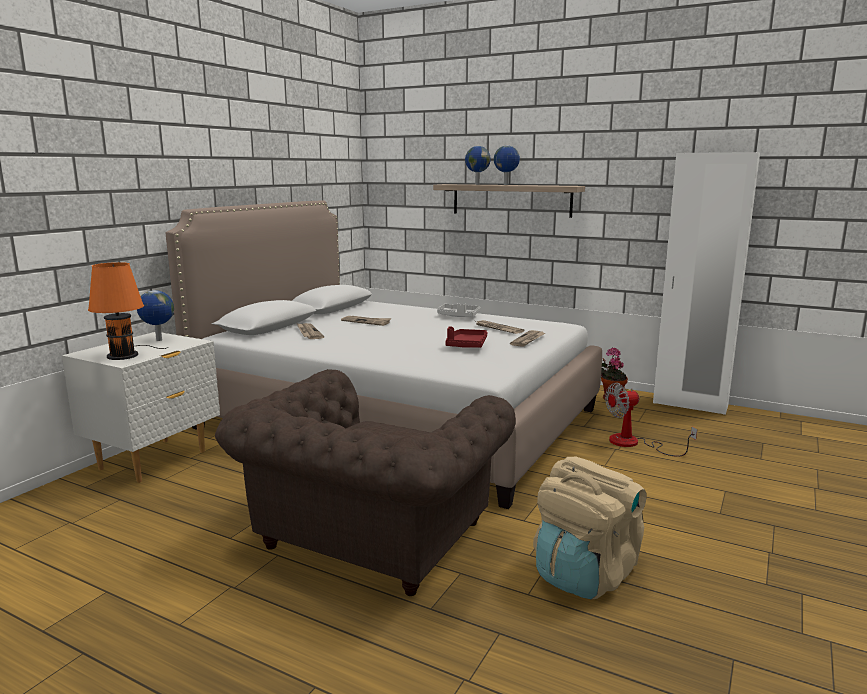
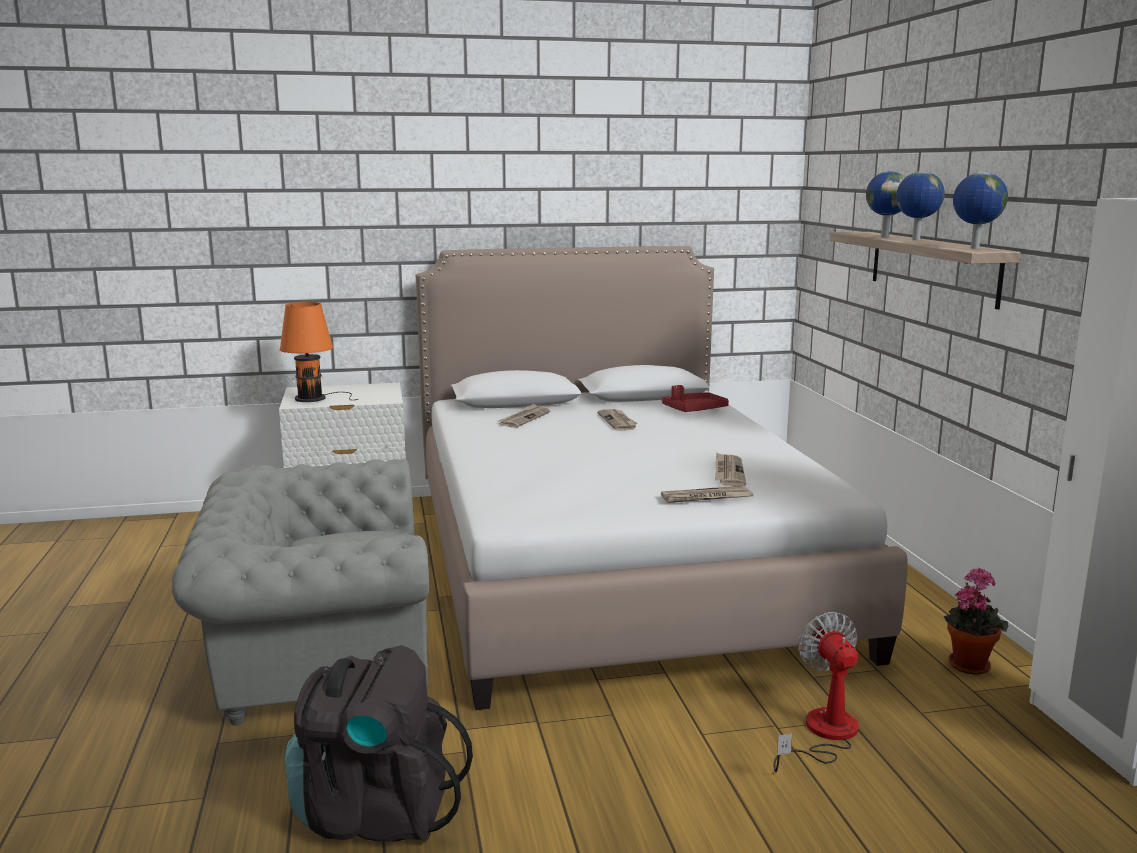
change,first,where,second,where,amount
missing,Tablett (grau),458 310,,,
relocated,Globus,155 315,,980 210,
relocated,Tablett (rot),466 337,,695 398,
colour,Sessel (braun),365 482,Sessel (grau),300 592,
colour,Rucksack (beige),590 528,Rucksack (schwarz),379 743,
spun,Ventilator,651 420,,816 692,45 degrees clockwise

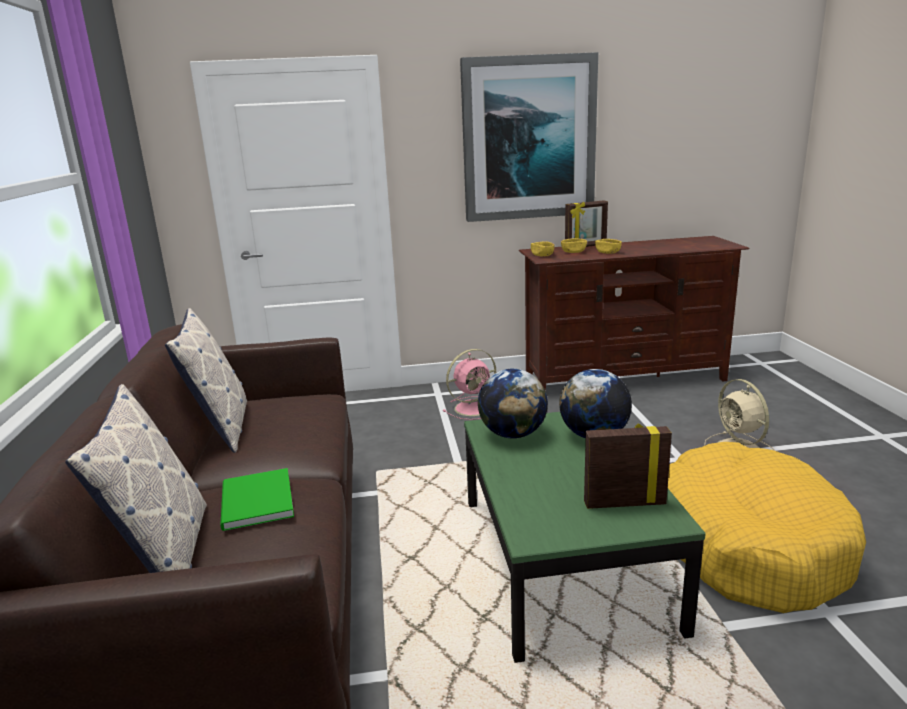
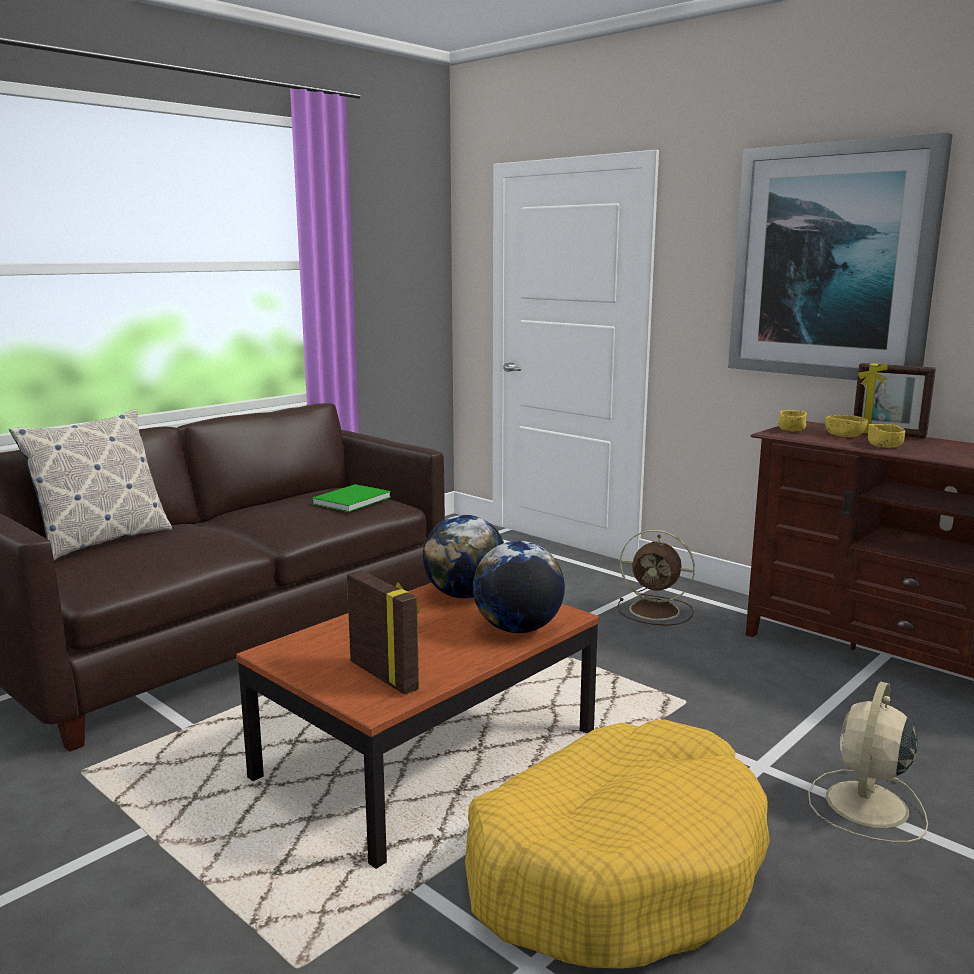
change,first,where,second,where,amount
missing,Kissen,206 380,,,
relocated,Buch (grün),257 499,,351 498,
colour,Ventilator (rosa),469 384,Ventilator (braun),656 578,
colour,Couchtisch (grün),585 537,Couchtisch (braun),417 726,

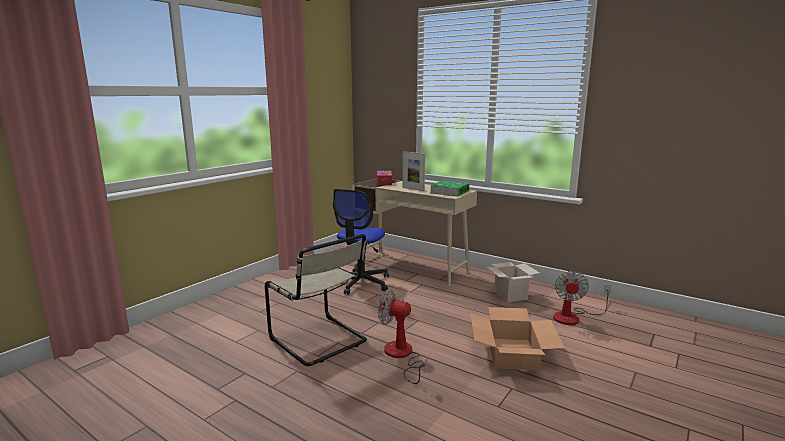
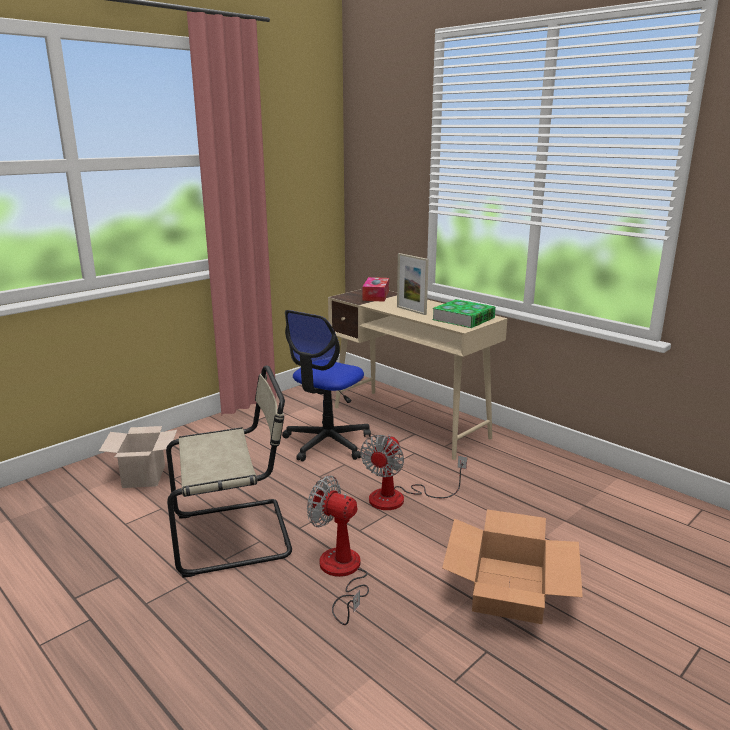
change,first,where,second,where,amount
relocated,Karton,513 282,,138 457,
relocated,Ventilator,582 298,,413 472,
spun,Stuhl (beige),316 300,,229 471,75 degrees counterclockwise

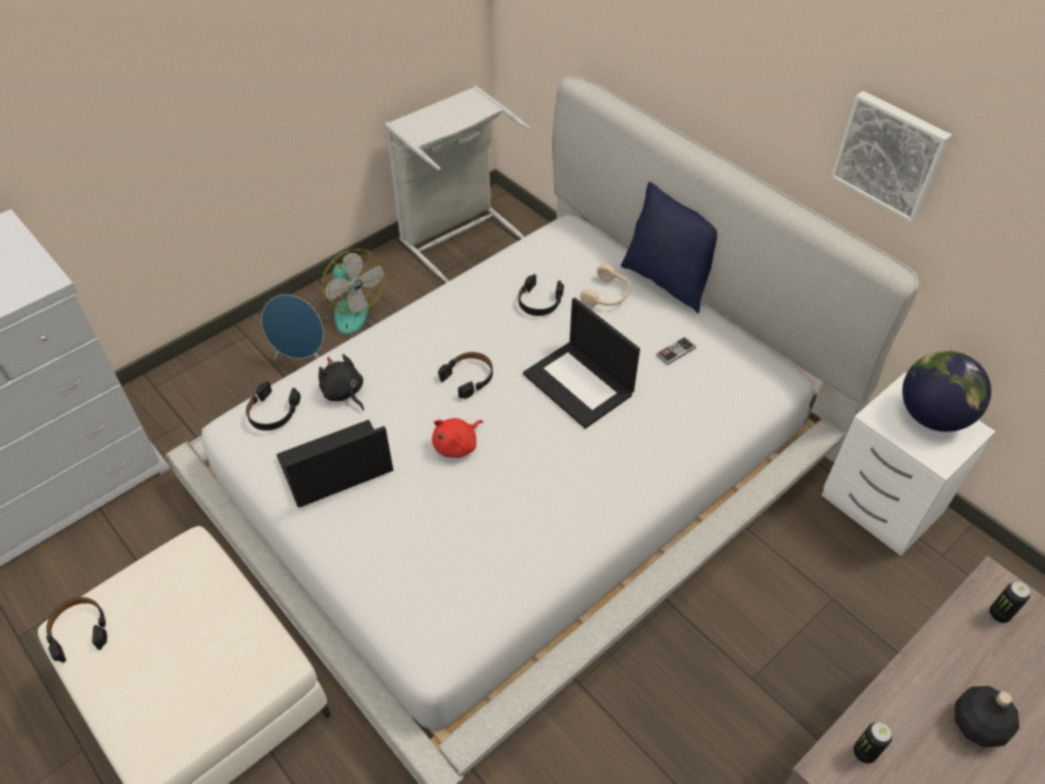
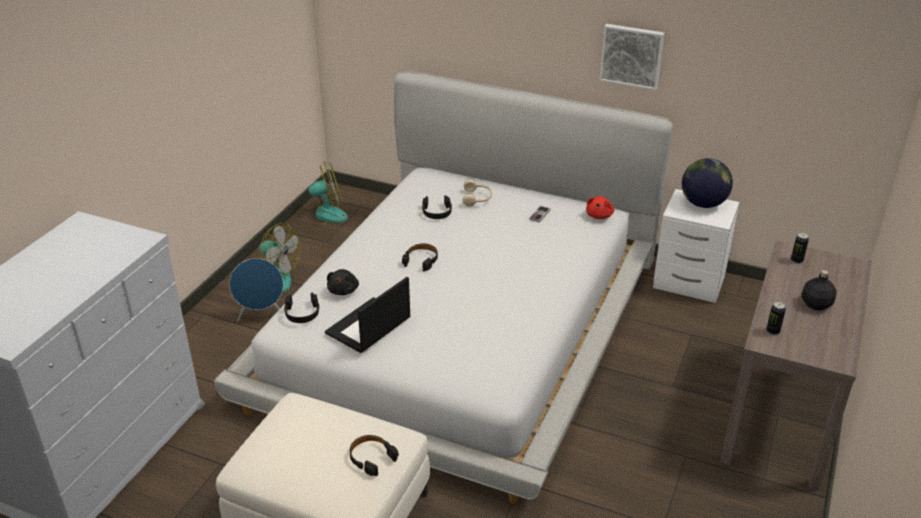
change,first,where,second,where,amount
missing,Laptop,581 363,,,
missing,Kissen (blau),669 248,,,
relocated,Kopfhörer (schwarz),76 630,,374 455,
relocated,Plüschtier (rot),457 438,,600 207,
exchanged,Wäschekorb (grau),457 184,Ventilator,323 197,
spun,Plüschtier (schwarz),341 382,,343 282,105 degrees counterclockwise

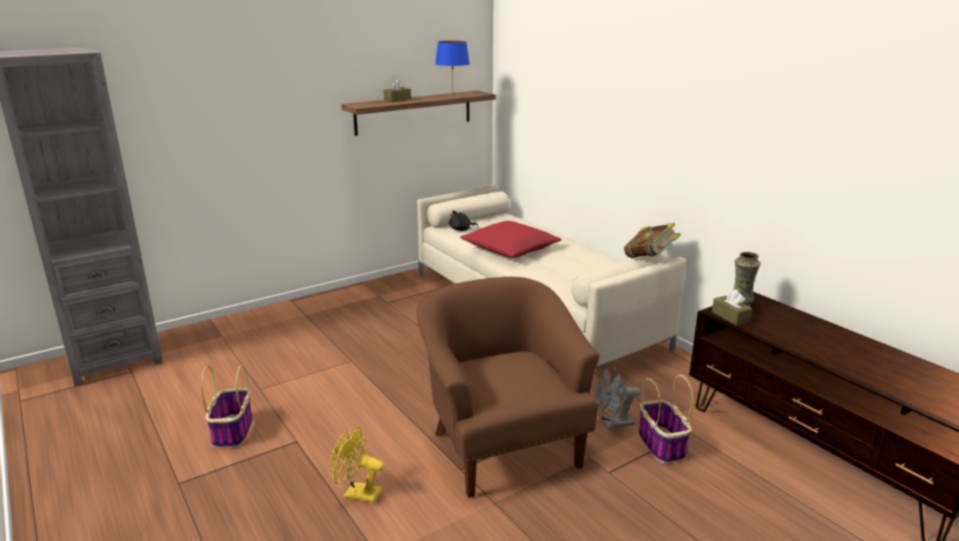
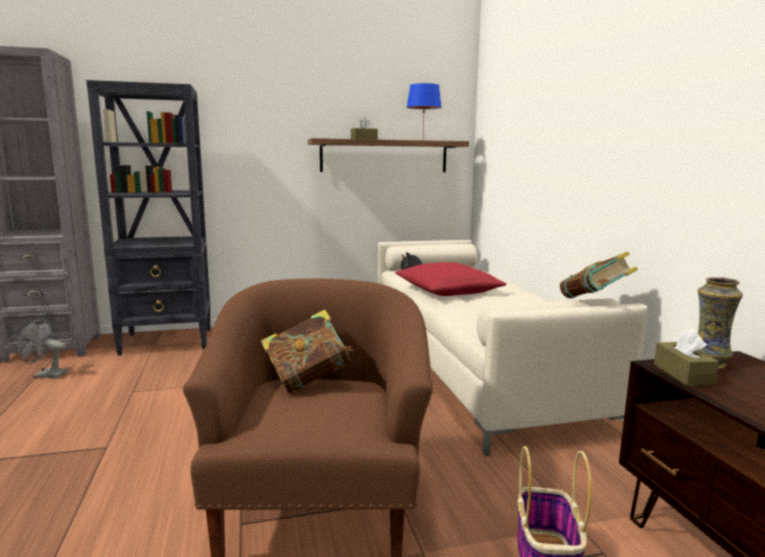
change,first,where,second,where,amount
missing,Korb,227 406,,,
missing,Ventilator (gelb),357 465,,,
appeared,,,Bücherregal (schwarz),148 217,
appeared,,,Buch,308 352,
relocated,Ventilator (grau),617 397,,42 348,

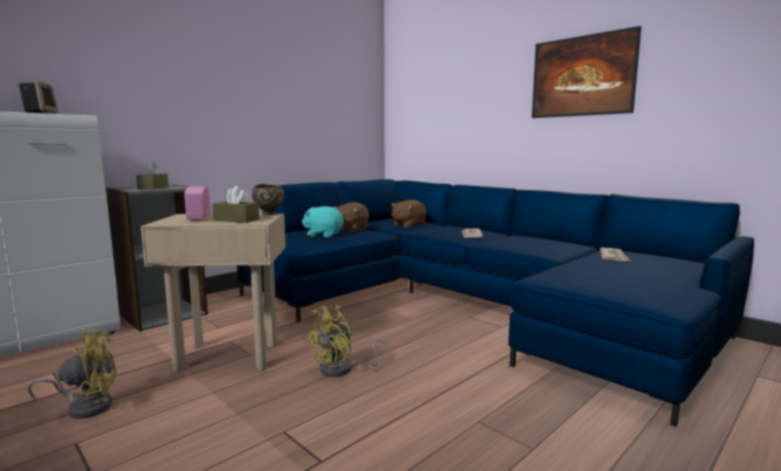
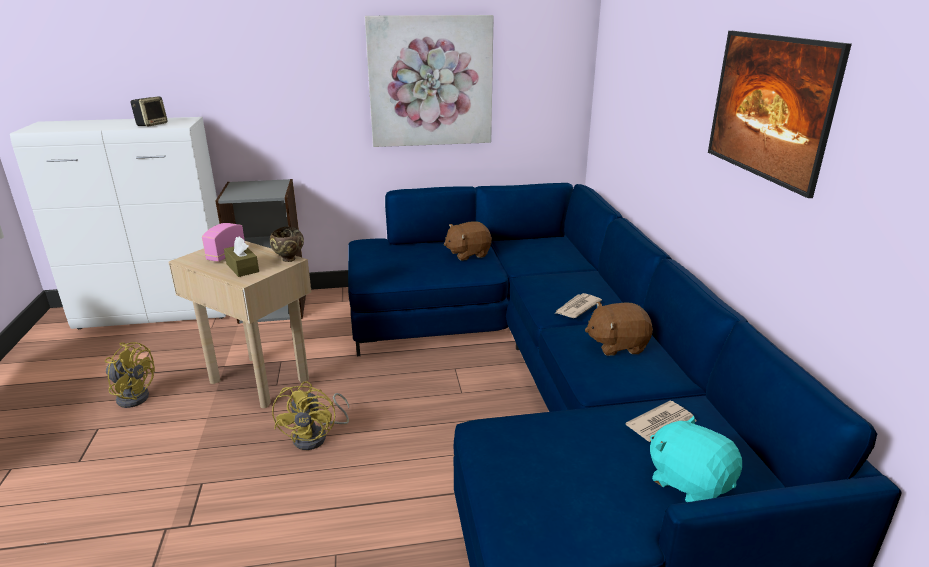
change,first,where,second,where,amount
missing,Taschentuchbox (braun),152 175,,,
appeared,,,Bild,429 81,
relocated,Plüschtier (türkis),323 222,,696 459,
relocated,Plüschtier (braun),409 214,,619 329,
spun,Ventilator (gelb),348 341,,310 415,75 degrees counterclockwise

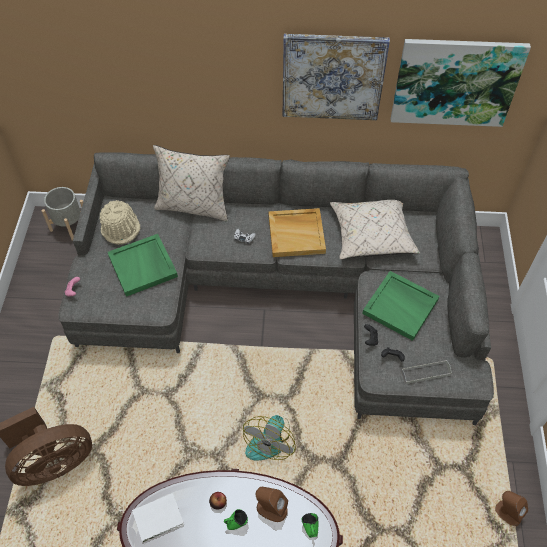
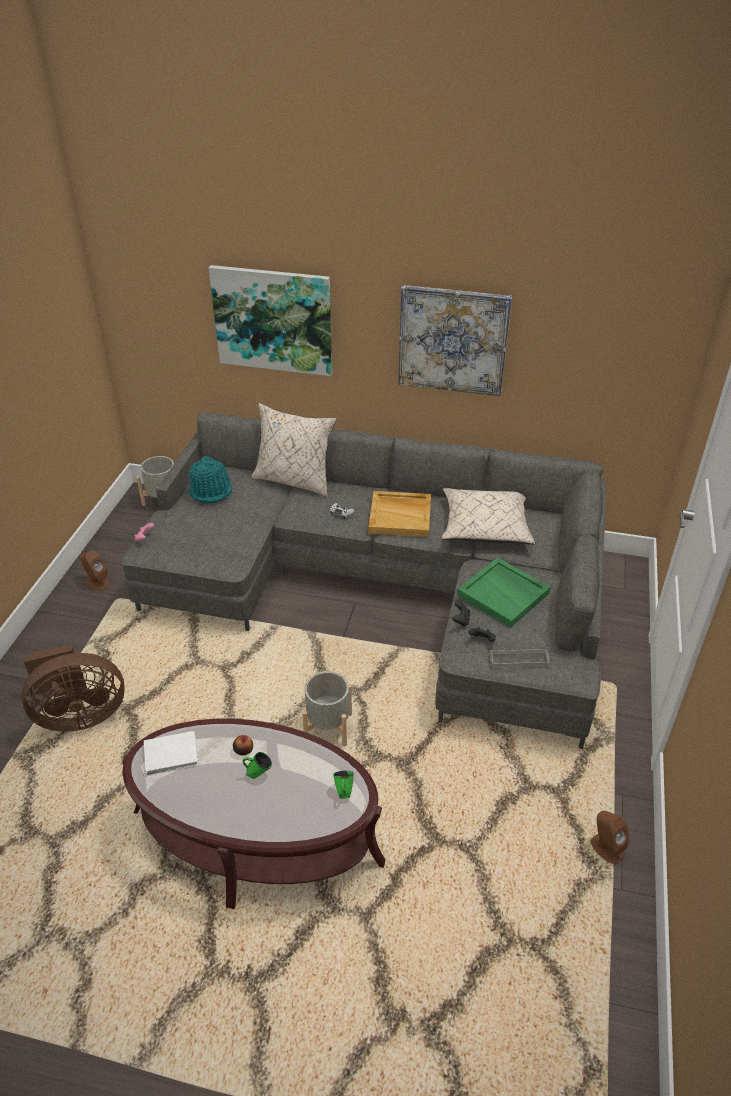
change,first,where,second,where,amount
missing,Tablett (grün),143 265,,,
relocated,Lautsprecher (braun),272 504,,95 570,
relocated,Bild,461 83,,270 320,
exchanged,Ventilator,269 438,Pflanzkübel (grau),327 708,
colour,Hut (beige),120 222,Hut (türkis),210 479,

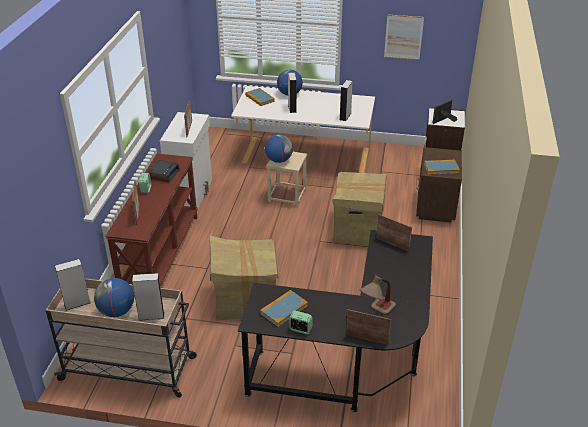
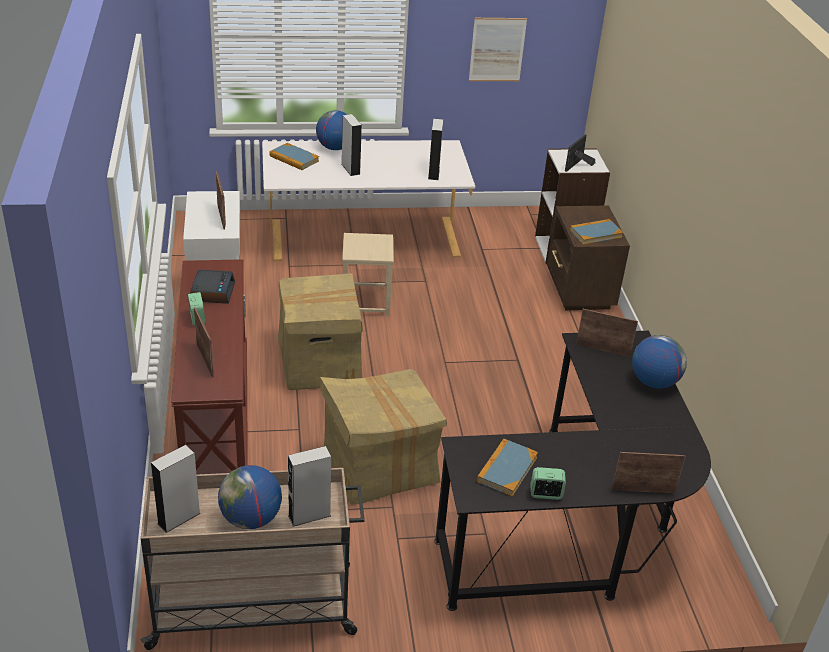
change,first,where,second,where,amount
missing,Tischlampe,378 295,,,
relocated,Globus,279 148,,659 361,
relocated,Karton,359 208,,320 331,

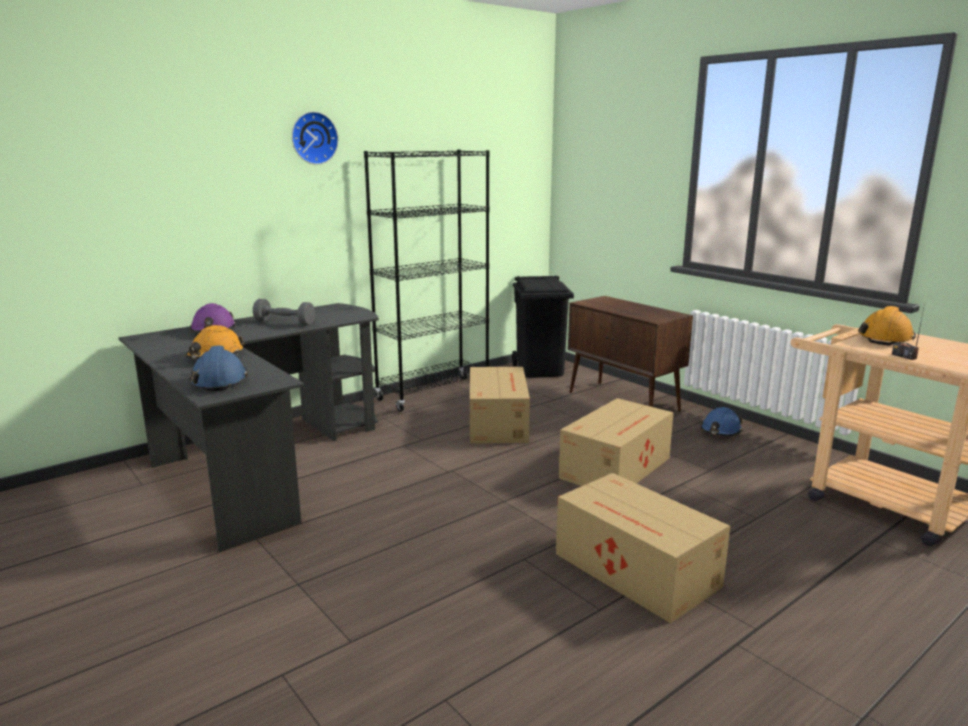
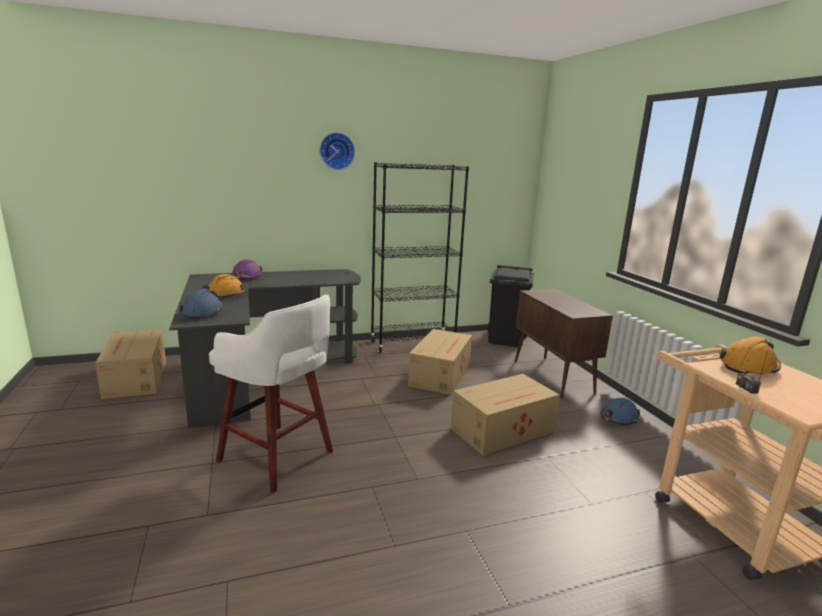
change,first,where,second,where,amount
missing,Hantel (grau),284 312,,,
appeared,,,Hocker (weiß),271 394,
relocated,Karton,643 548,,130 364,

